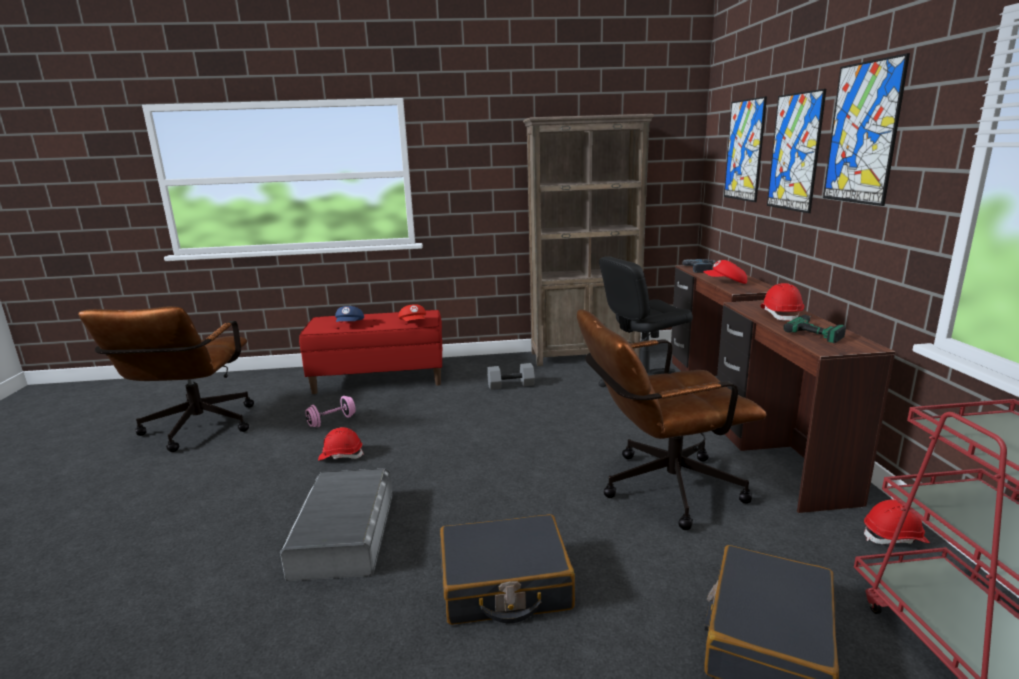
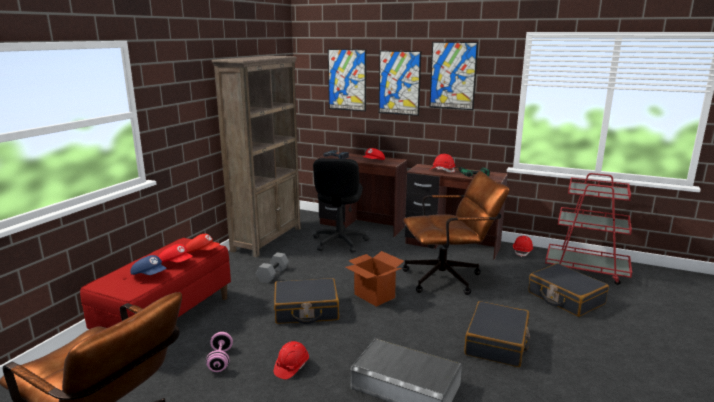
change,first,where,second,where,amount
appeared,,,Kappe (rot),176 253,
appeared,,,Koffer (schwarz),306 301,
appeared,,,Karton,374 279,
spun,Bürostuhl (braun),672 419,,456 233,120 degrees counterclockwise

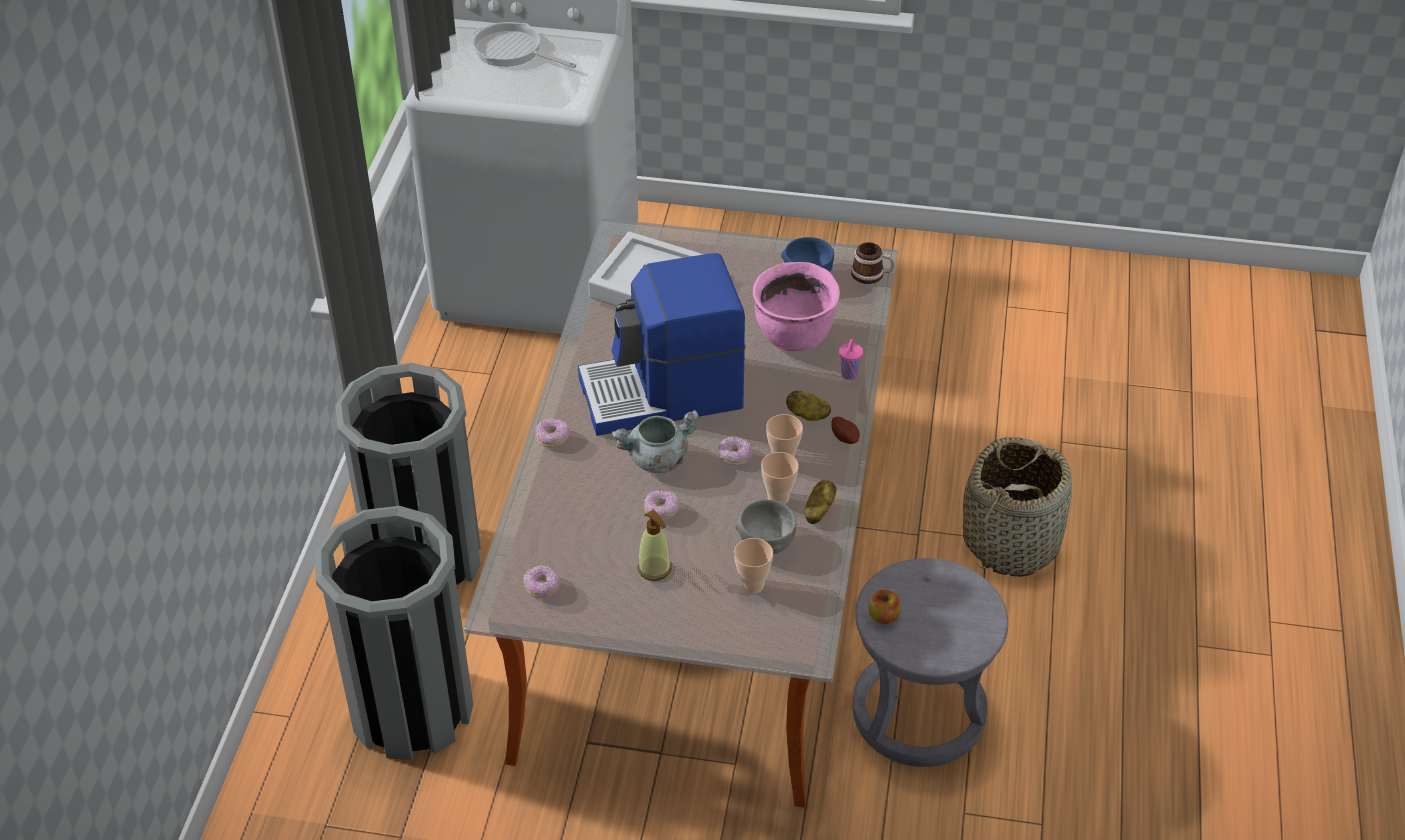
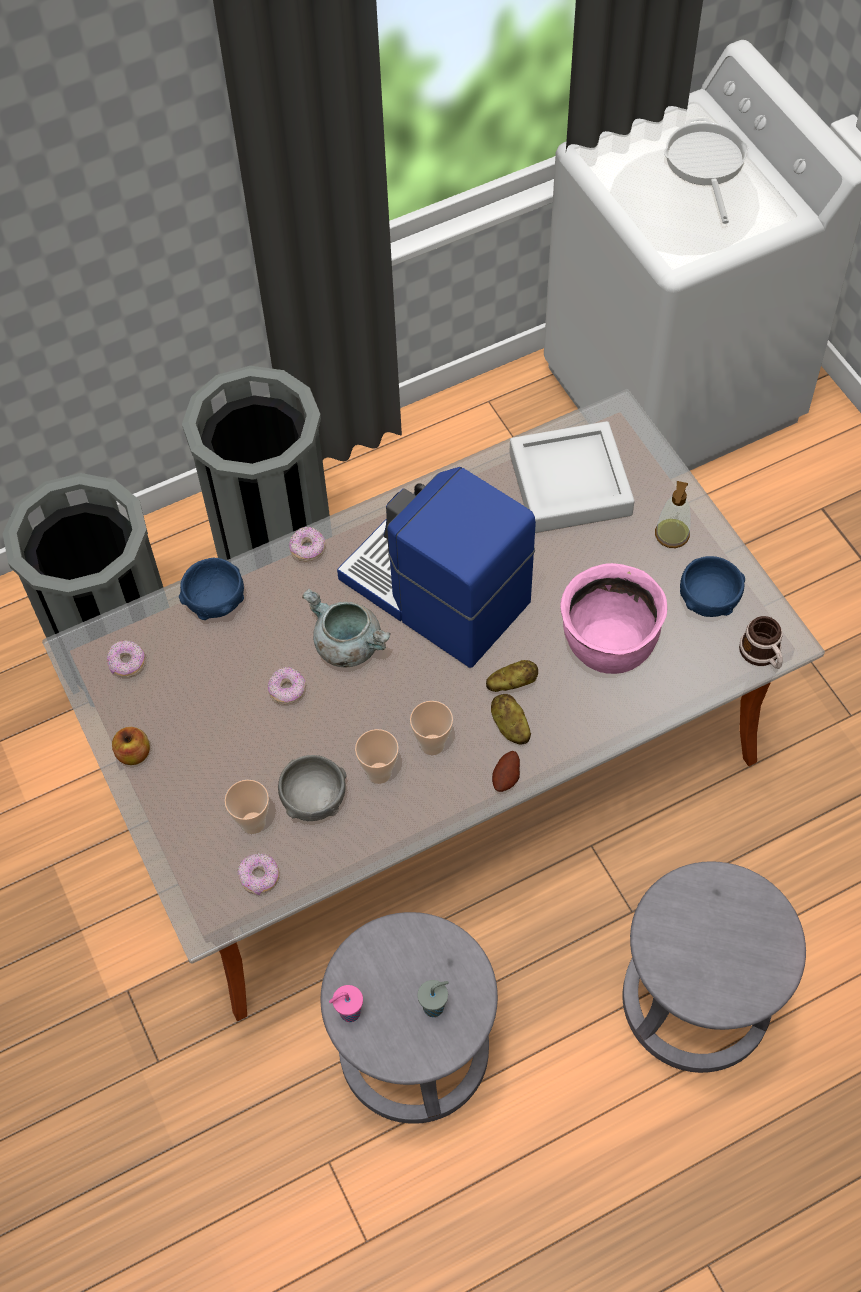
change,first,where,second,where,amount
appeared,,,Schüssel (blau),211 589,
appeared,,,Tasse (grau),433 998,
relocated,Seifenspender,654 545,,672 514,
relocated,Donut,735 451,,259 874,
relocated,Kartoffel,820 502,,512 676,
relocated,Tasse (rosa),851 359,,346 1003,
relocated,Apfel,884 607,,131 746,
exchanged,Korb,1017 507,Hocker (grau),714 967,

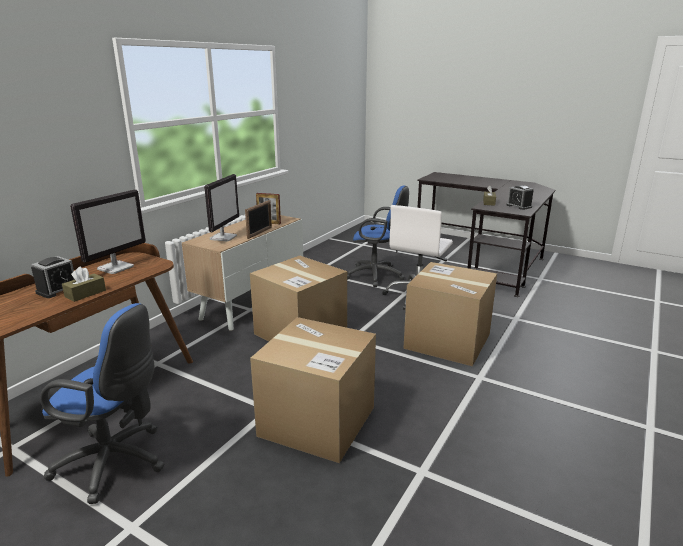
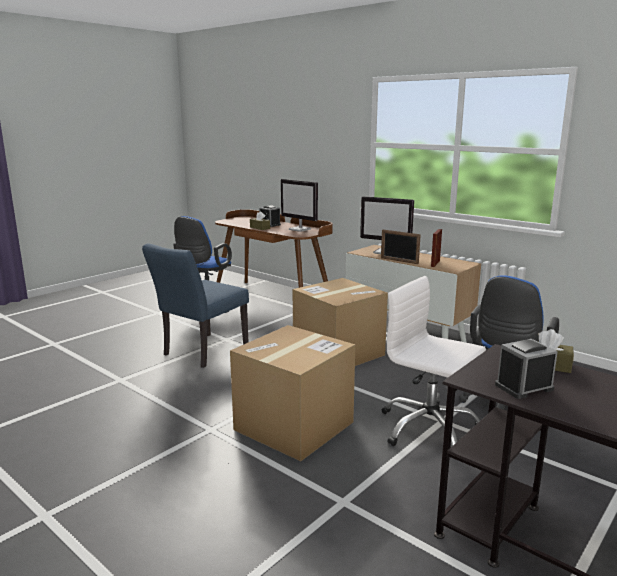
change,first,where,second,where,amount
exchanged,Karton,313 390,Stuhl (blau),195 305,

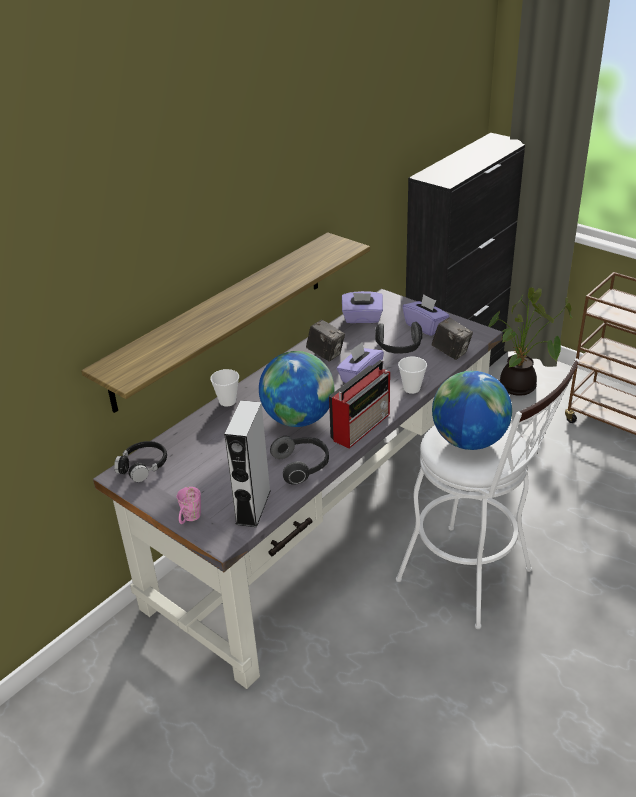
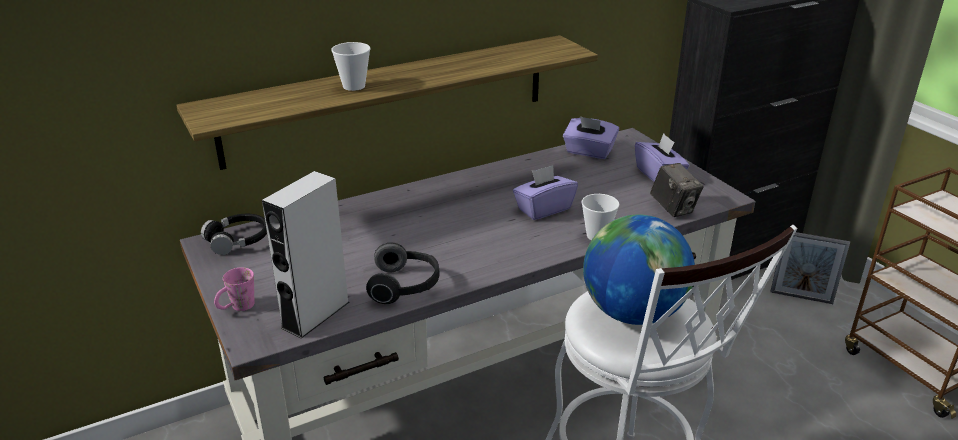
change,first,where,second,where,amount
missing,Globus,296 389,,,
missing,Kamera,325 340,,,
missing,Radio,359 404,,,
missing,Kopfhörer,399 338,,,
relocated,Tasse,224 388,,350 66,
exchanged,Topfpflanze,530 342,Bilderrahmen,810 267,

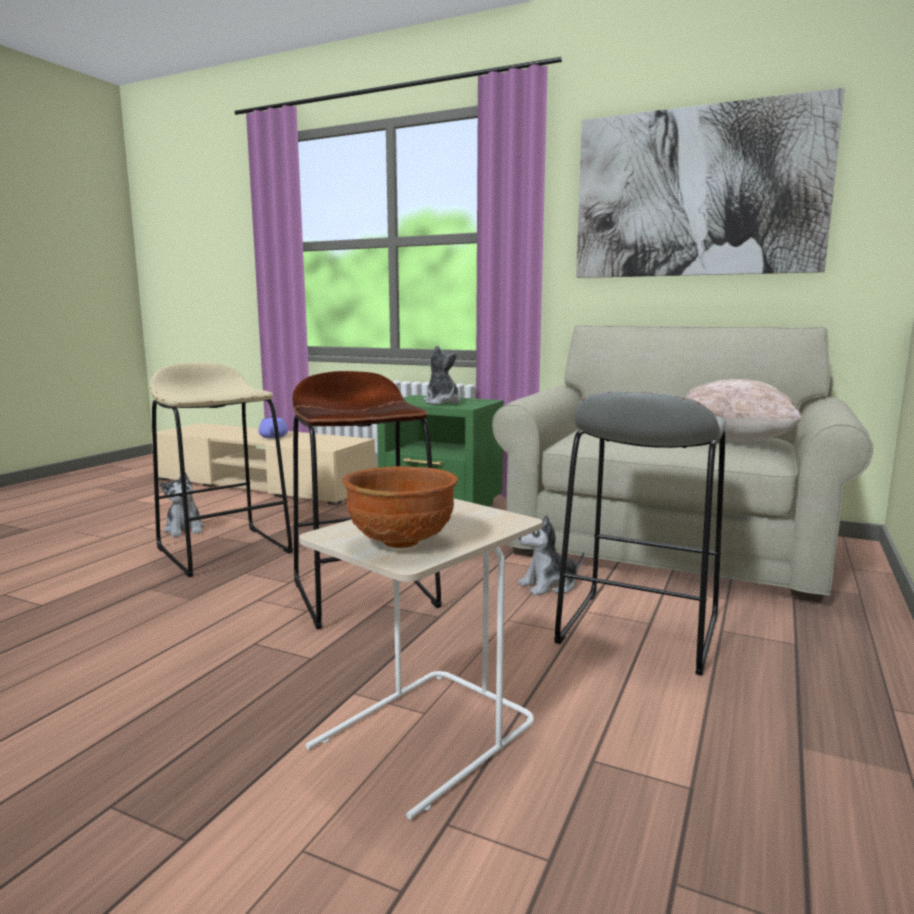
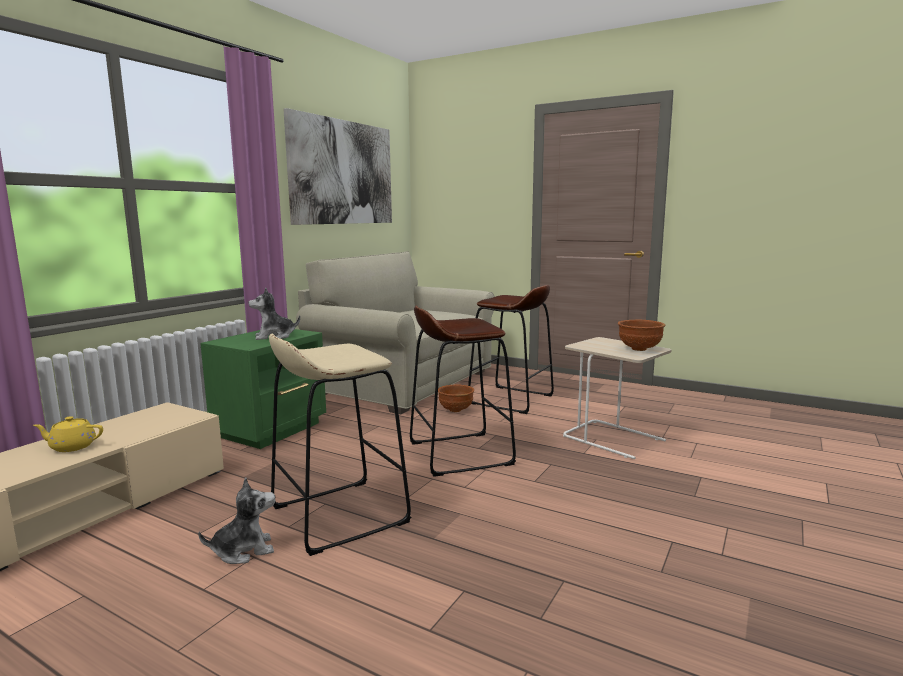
change,first,where,second,where,amount
missing,Kissen (beige),744 410,,,
exchanged,Plüschtier,551 555,Schüssel (braun),456 398,
colour,Teekanne (lila),273 426,Teekanne (gelb),68 434,
colour,Hocker (grau),640 534,Hocker (braun),511 349,

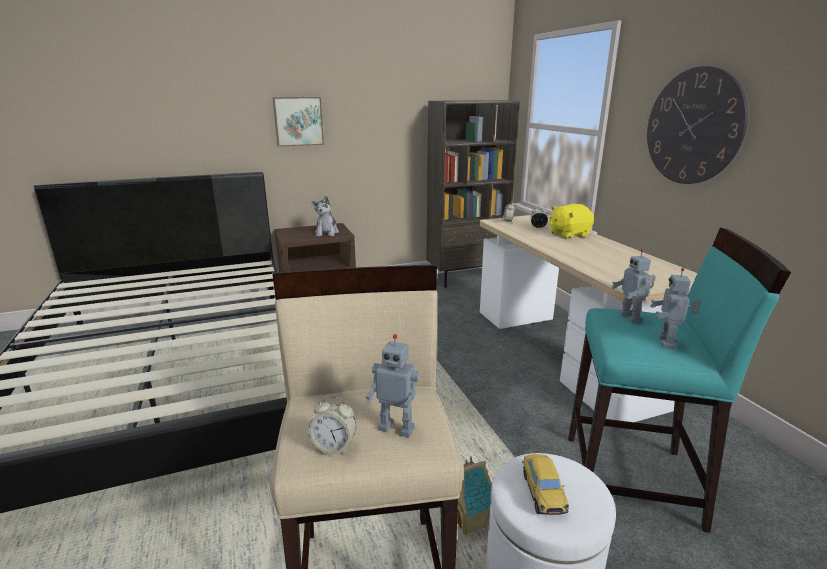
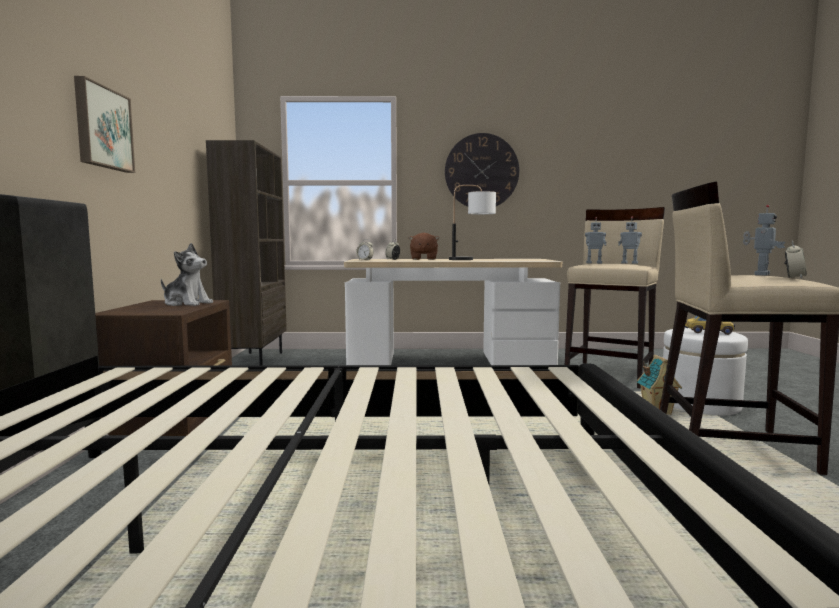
change,first,where,second,where,amount
appeared,,,Tischlampe,472 222,
colour,Plüschtier (gelb),571 221,Plüschtier (braun),424 246,
colour,Hocker (türkis),679 380,Hocker (beige),615 298,

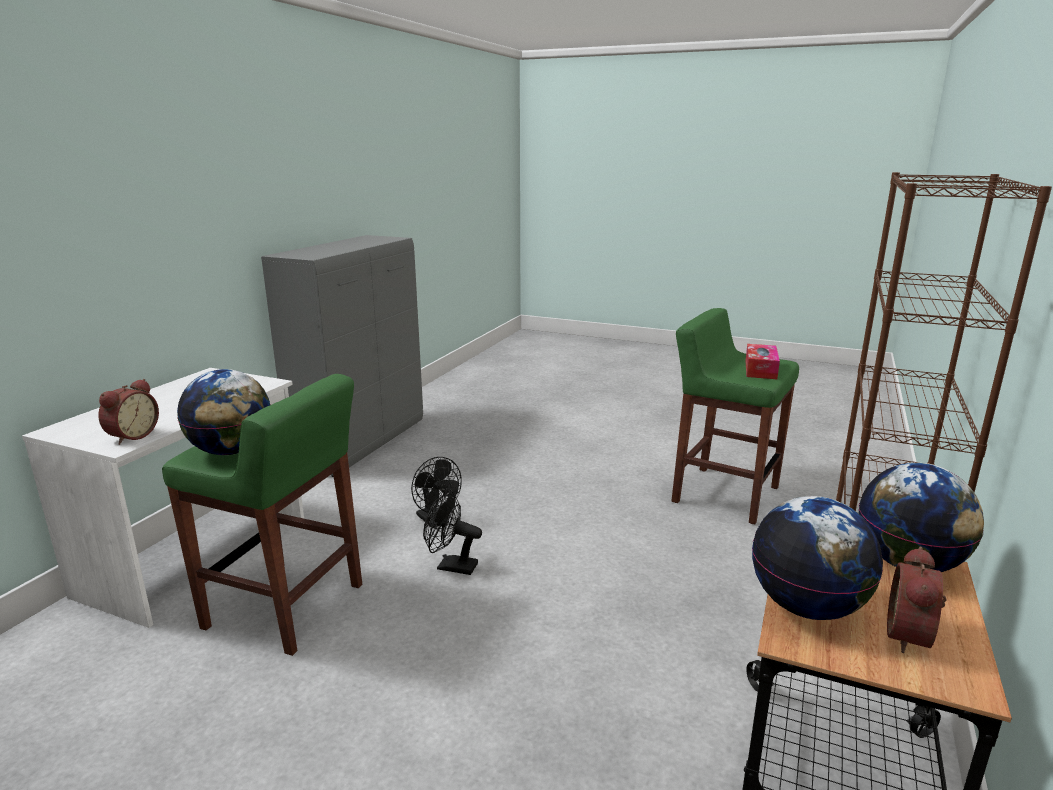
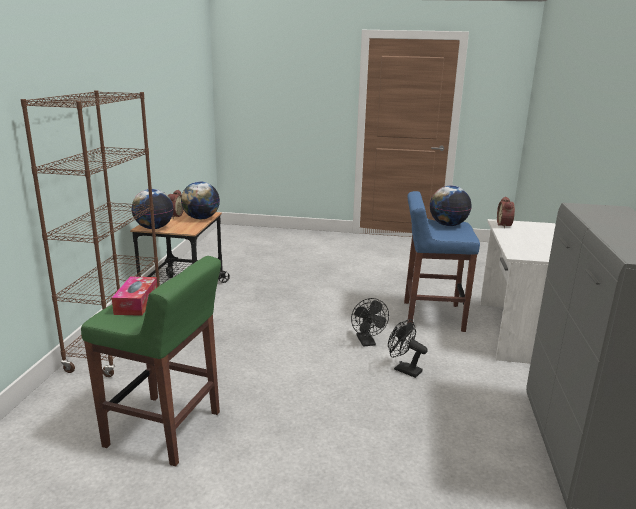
change,first,where,second,where,amount
colour,Hocker (grün),262 515,Hocker (blau),442 261,
spun,Ventilator (schwarz),452 533,,370 322,75 degrees clockwise

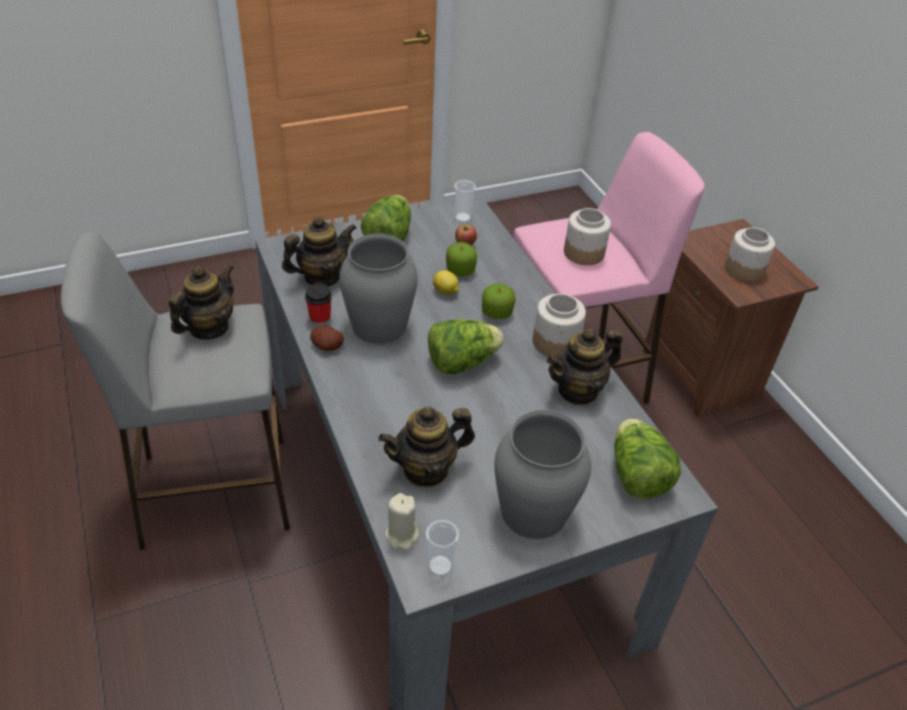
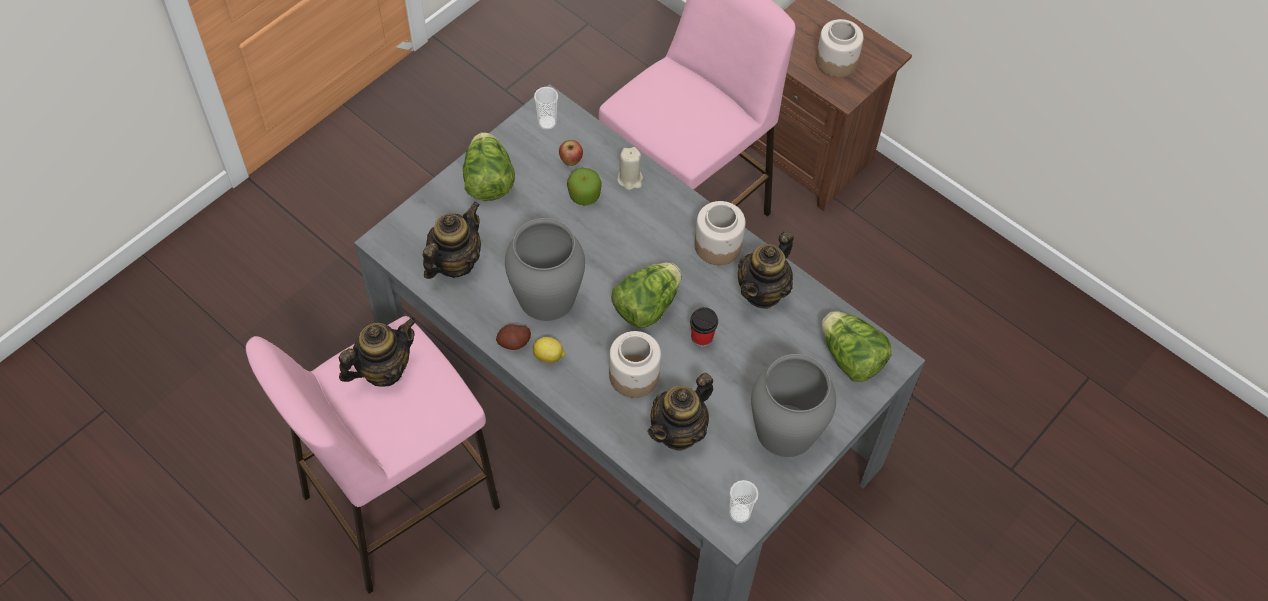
change,first,where,second,where,amount
missing,Apfel,499 301,,,
relocated,Tasse,318 304,,704 327,
relocated,Kerze (beige),402 521,,630 168,
relocated,Zitrone,446 282,,549 350,
relocated,Vorratsglas,587 236,,635 364,
colour,Hocker (grau),175 391,Hocker (rosa),373 455,
spun,Teekanne,201 302,,378 352,45 degrees clockwise

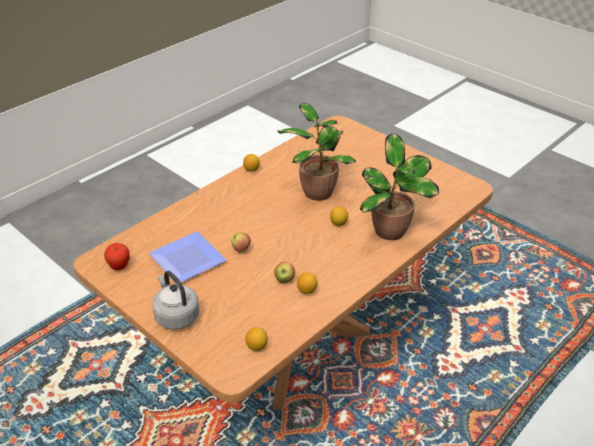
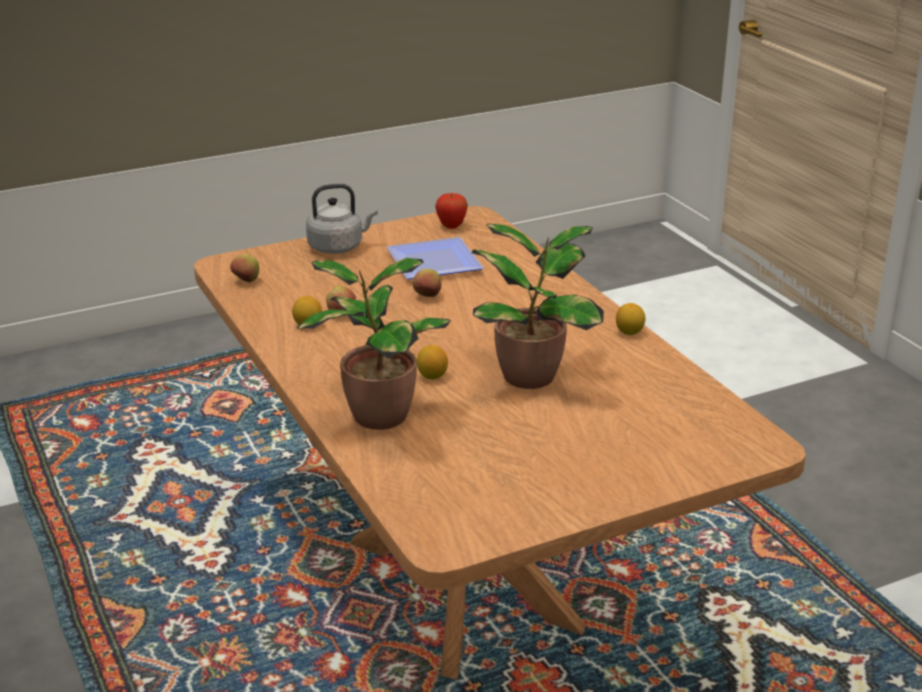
change,first,where,second,where,amount
exchanged,Zitrone,256 339,Apfel,244 268,

